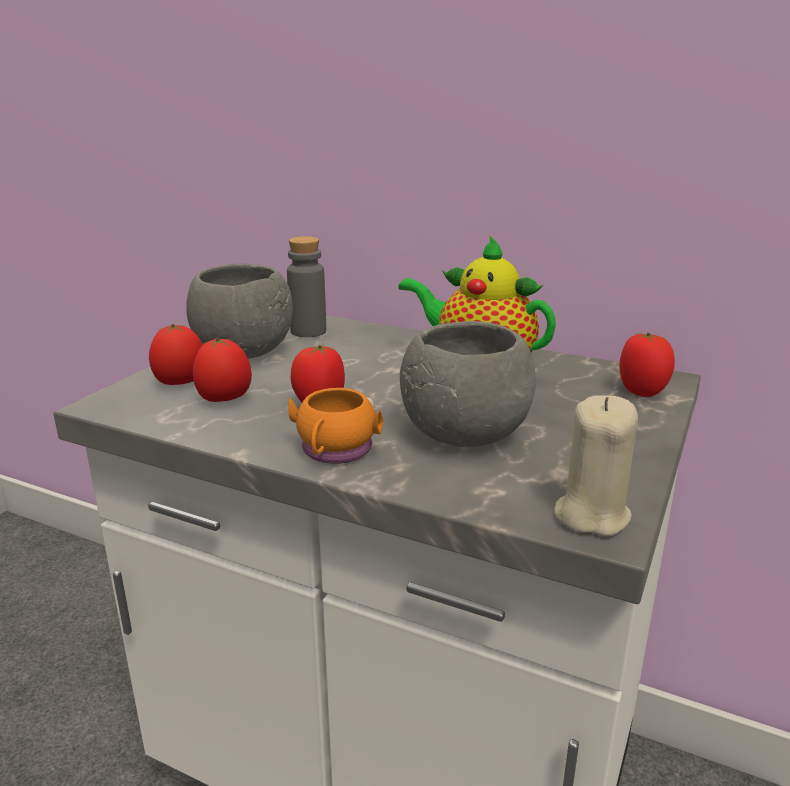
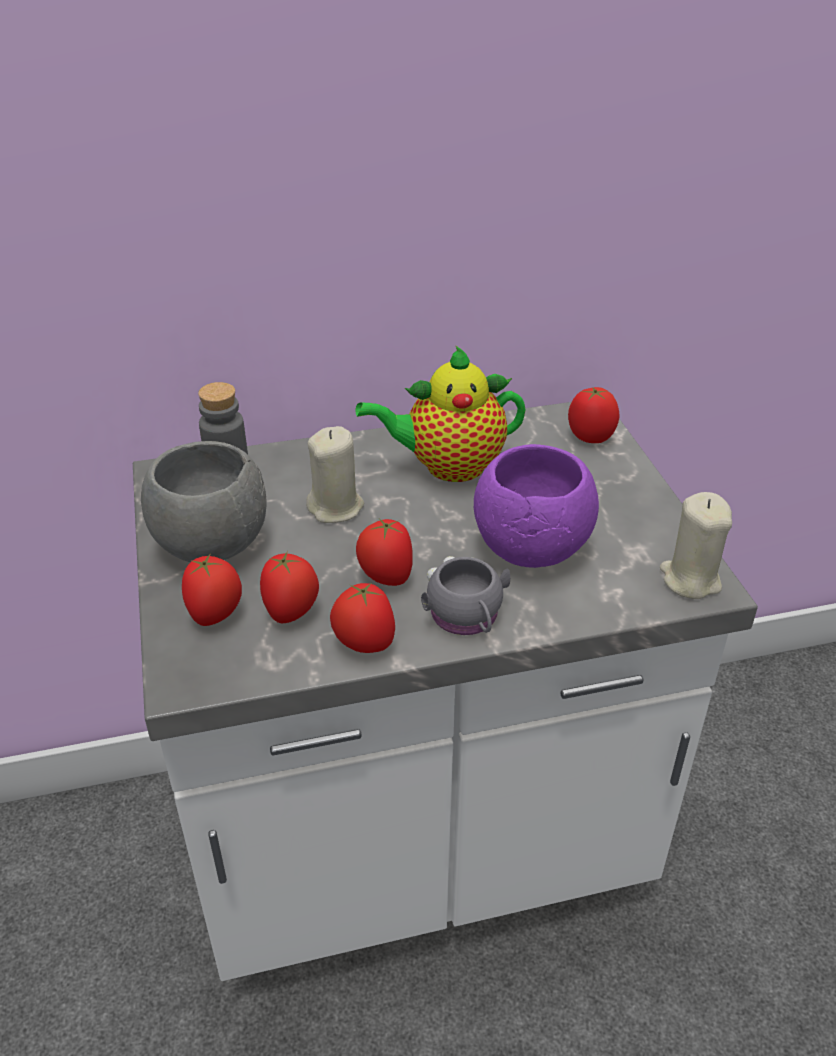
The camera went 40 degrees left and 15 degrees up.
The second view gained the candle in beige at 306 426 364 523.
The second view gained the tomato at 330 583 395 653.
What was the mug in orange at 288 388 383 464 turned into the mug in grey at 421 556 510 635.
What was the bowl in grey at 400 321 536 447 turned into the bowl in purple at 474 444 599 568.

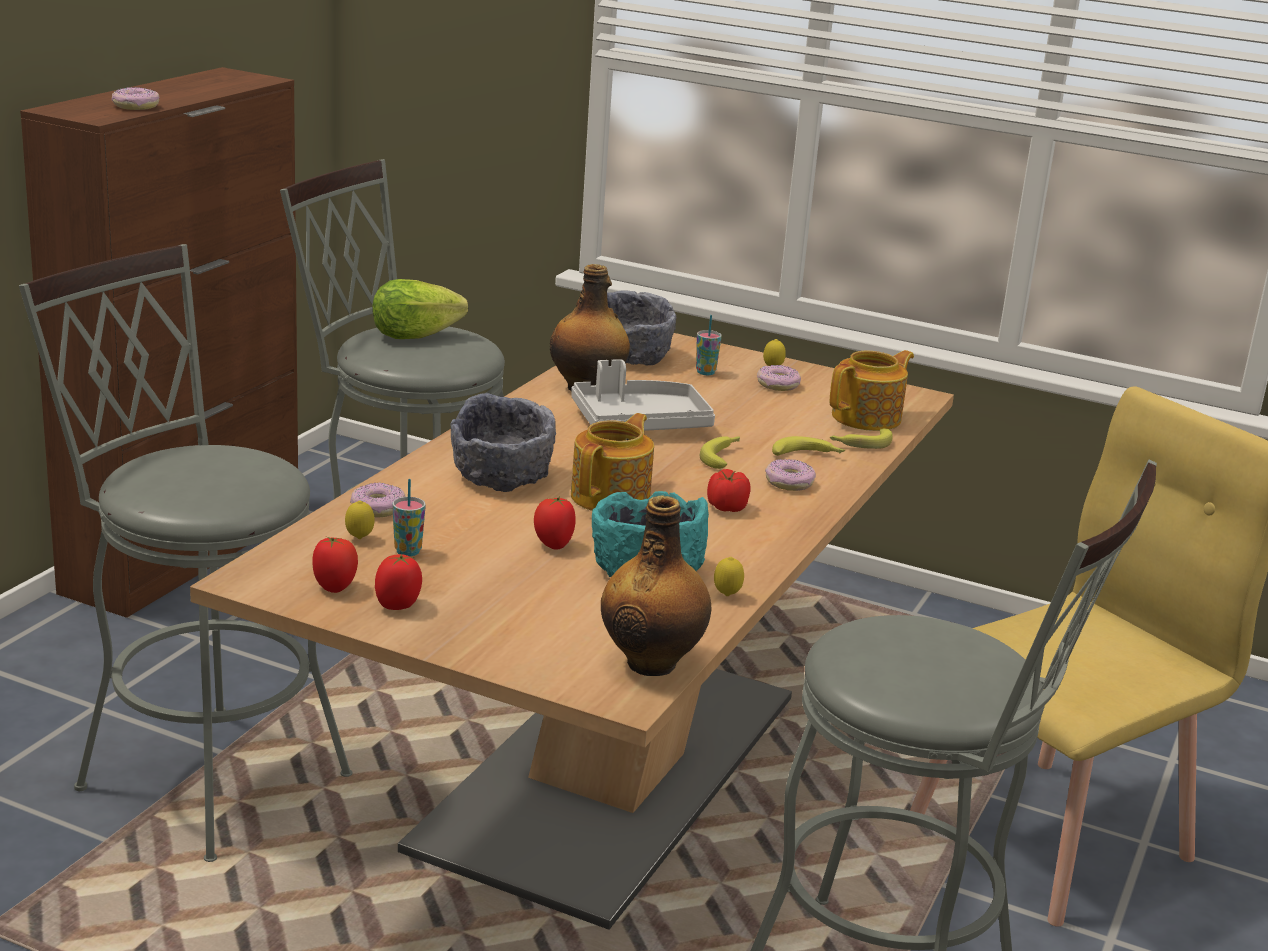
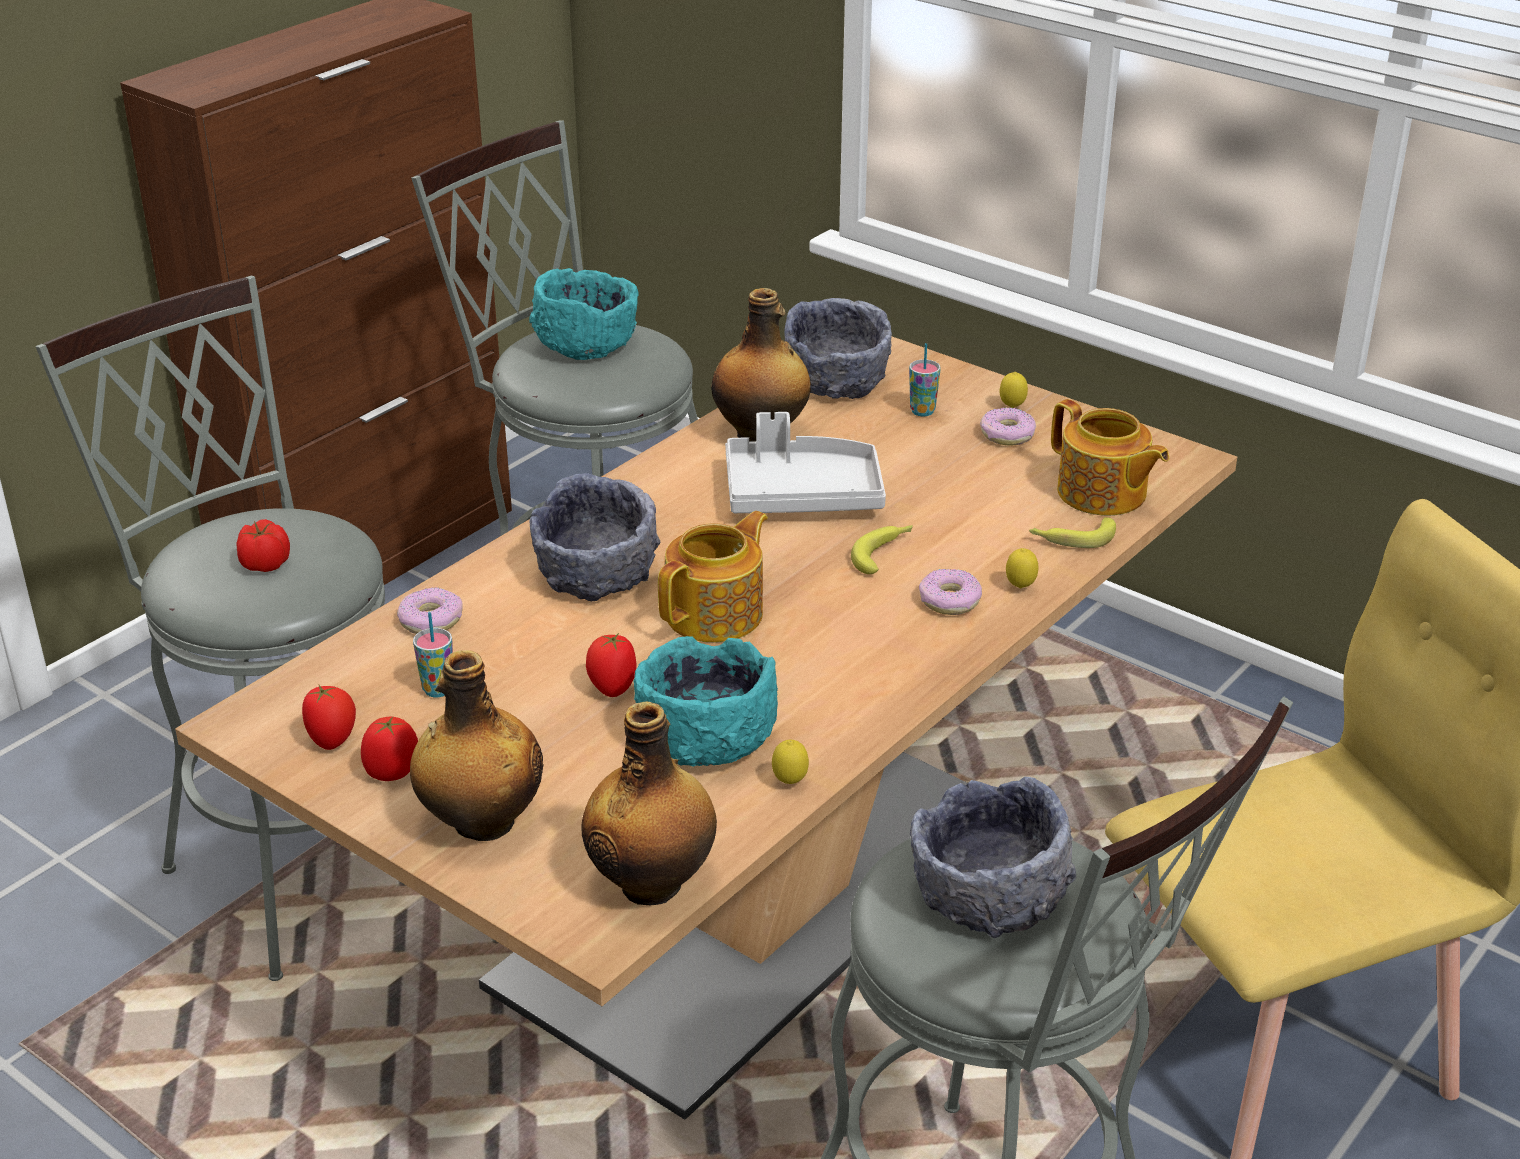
The camera went 15 degrees right and 10 degrees up.
The second view lost the donut at 112 87 159 110.
The second view lost the banana at 772 436 845 456.
The second view gained the bottle at 410 650 544 841.
The second view gained the bowl in grey at 910 777 1076 938.
The lemon ended up elsewhere, having gone from 345 500 375 539 to 1006 548 1038 588.
The tomato ended up elsewhere, having gone from 707 469 750 512 to 236 519 290 572.
Where the lettuce stood at 372 279 468 339, the bowl in turquoise came to stand at 529 268 639 360.
The teapot at 830 350 914 431 ended up facing another way, 75 degrees clockwise from before.

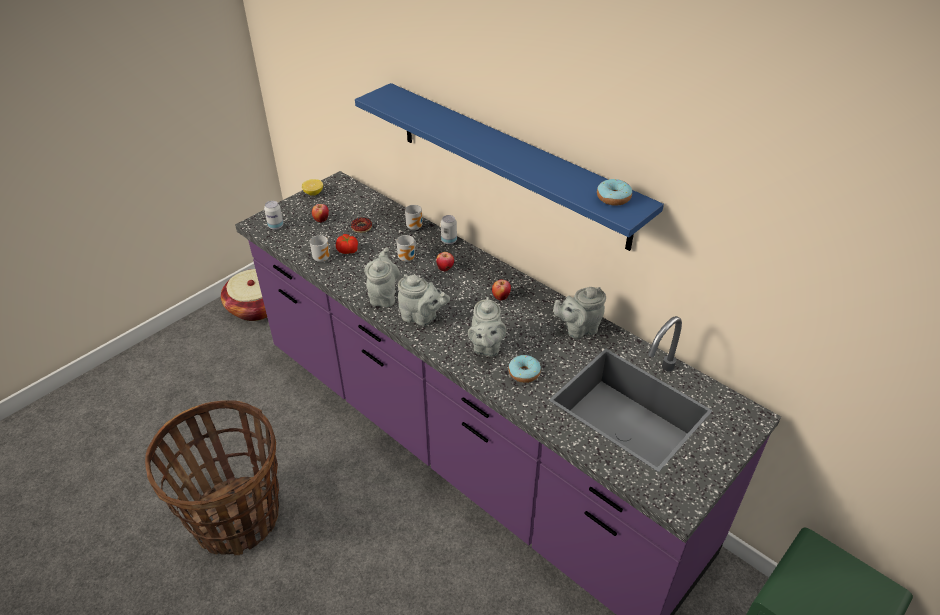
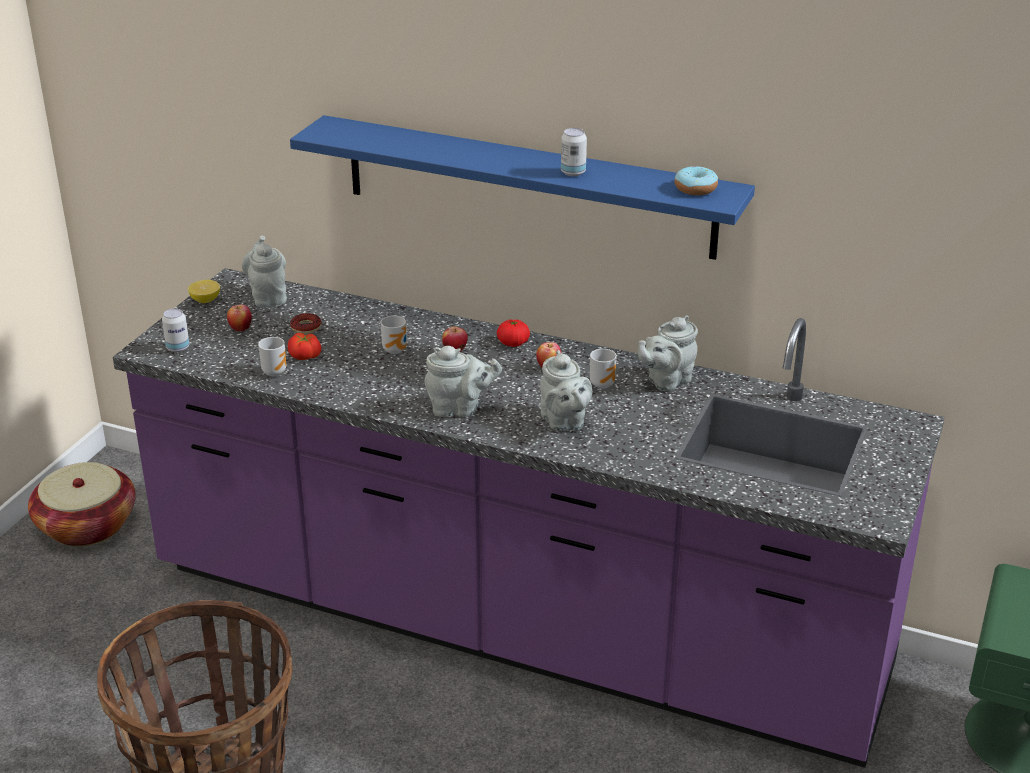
The camera went 20 degrees left and 10 degrees down.
The second view lost the donut at 508 355 541 383.
The second view gained the tomato at 497 319 530 347.
The teapot in grey ended up elsewhere, having gone from 364 248 400 307 to 242 236 287 307.
The mug ended up elsewhere, having gone from 405 205 422 230 to 590 349 617 389.
The can ended up elsewhere, having gone from 441 215 457 244 to 561 128 587 176.

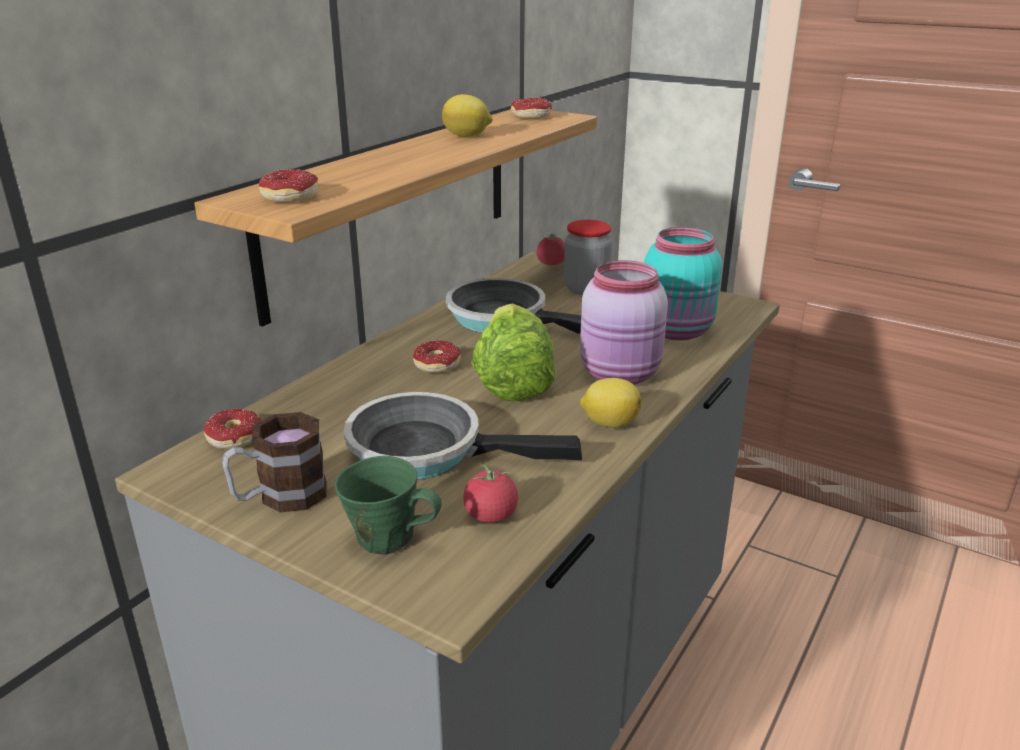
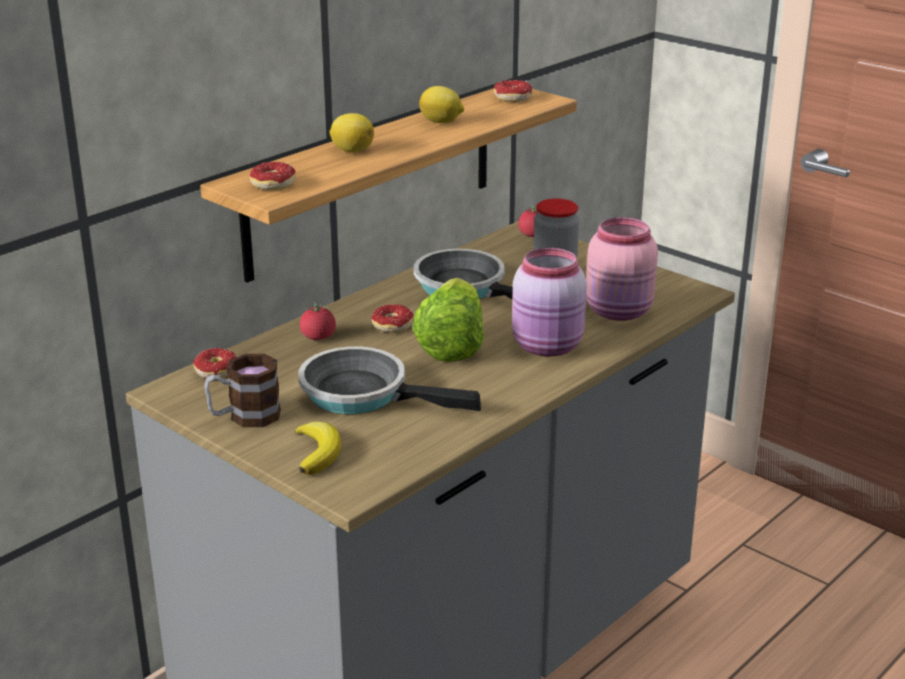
The camera went 10 degrees right and 0 degrees up.
The tomato ended up elsewhere, having gone from 463 465 518 523 to 300 302 336 340.
The lemon ended up elsewhere, having gone from 580 378 642 428 to 330 113 374 152.
Where the mug in green stood at 335 456 442 555, the banana came to stand at 295 422 341 475.
What was the jar in turquoise at 644 227 722 340 turned into the jar in pink at 586 217 658 321.

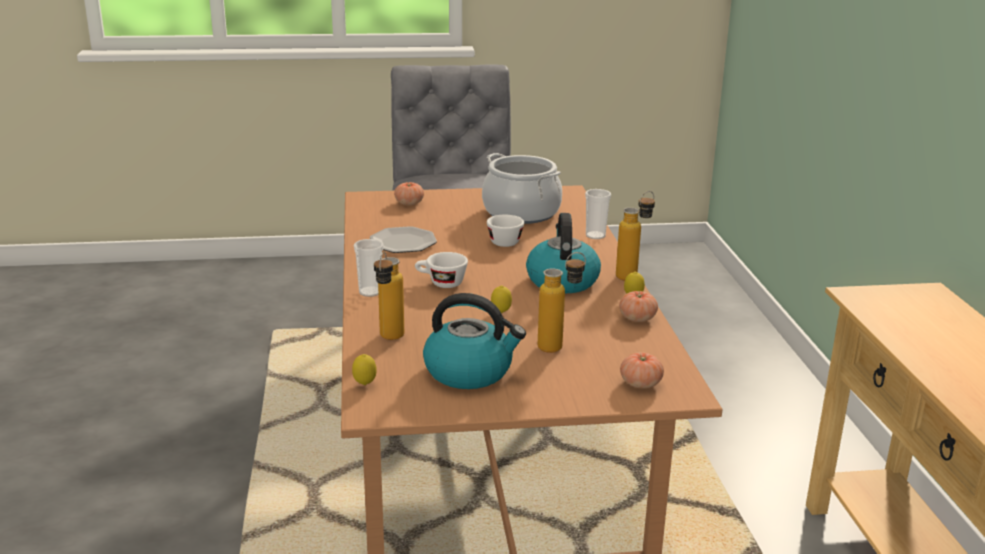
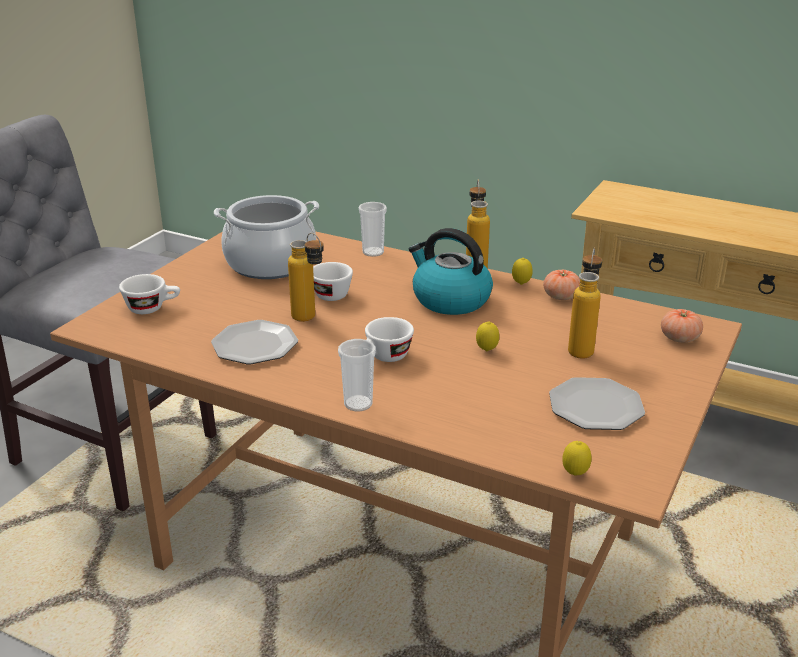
The camera went 55 degrees left and 5 degrees up.
The bottle ended up elsewhere, having gone from 374 252 404 340 to 288 233 324 322.
Where the tomato stood at 394 182 424 205, the cup in white came to stand at 119 274 180 314.
Where the kettle stood at 423 293 526 389, the plate came to stand at 549 377 645 430.

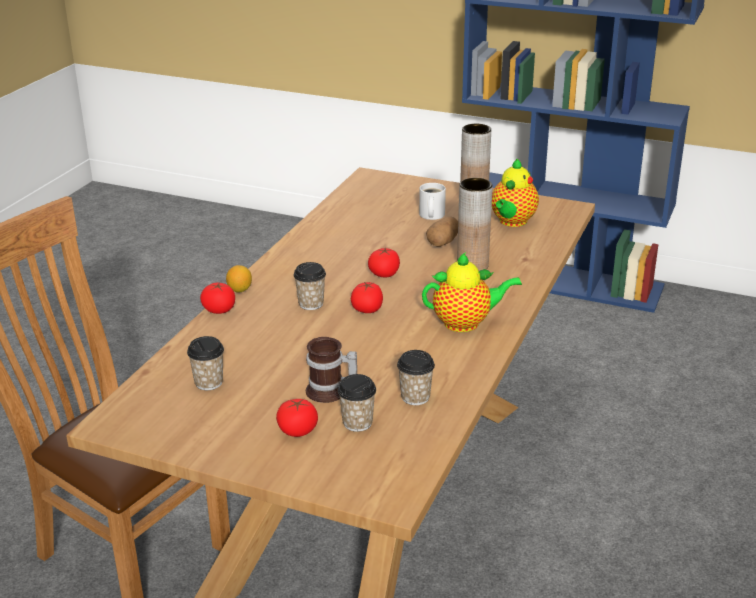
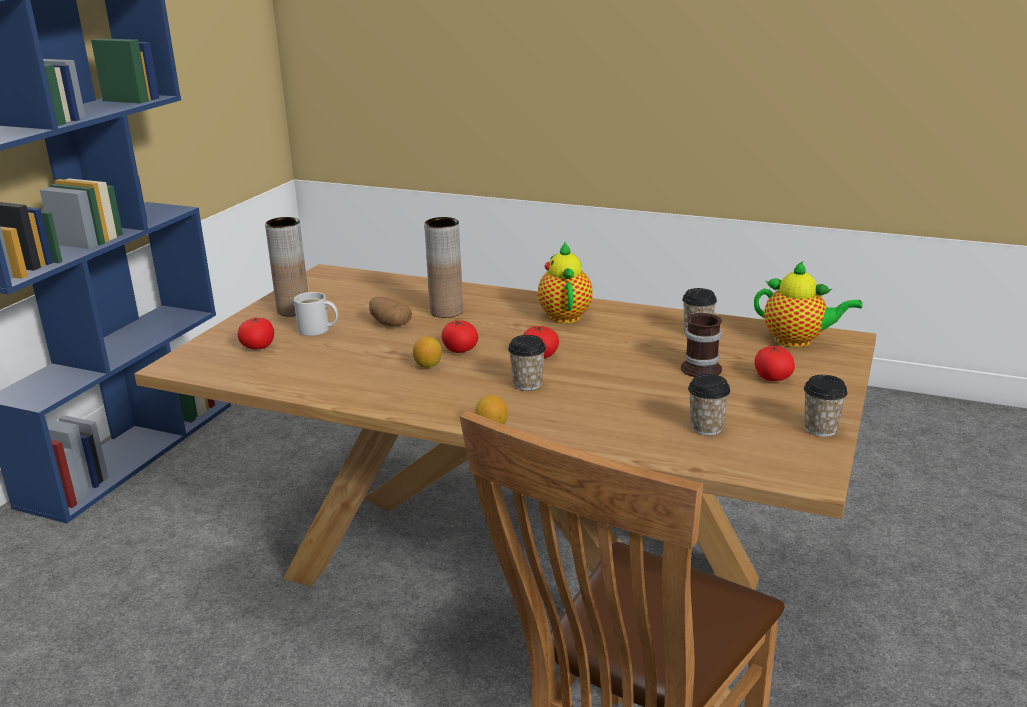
The camera went 90 degrees left and 5 degrees down.
The second view gained the lemon at 413 337 442 368.
The tomato ended up elsewhere, having gone from 200 282 235 314 to 238 317 274 349.
The cup ended up elsewhere, having gone from 338 374 376 432 to 804 375 848 437.
The teapot ended up elsewhere, having gone from 492 158 539 227 to 754 261 863 347.

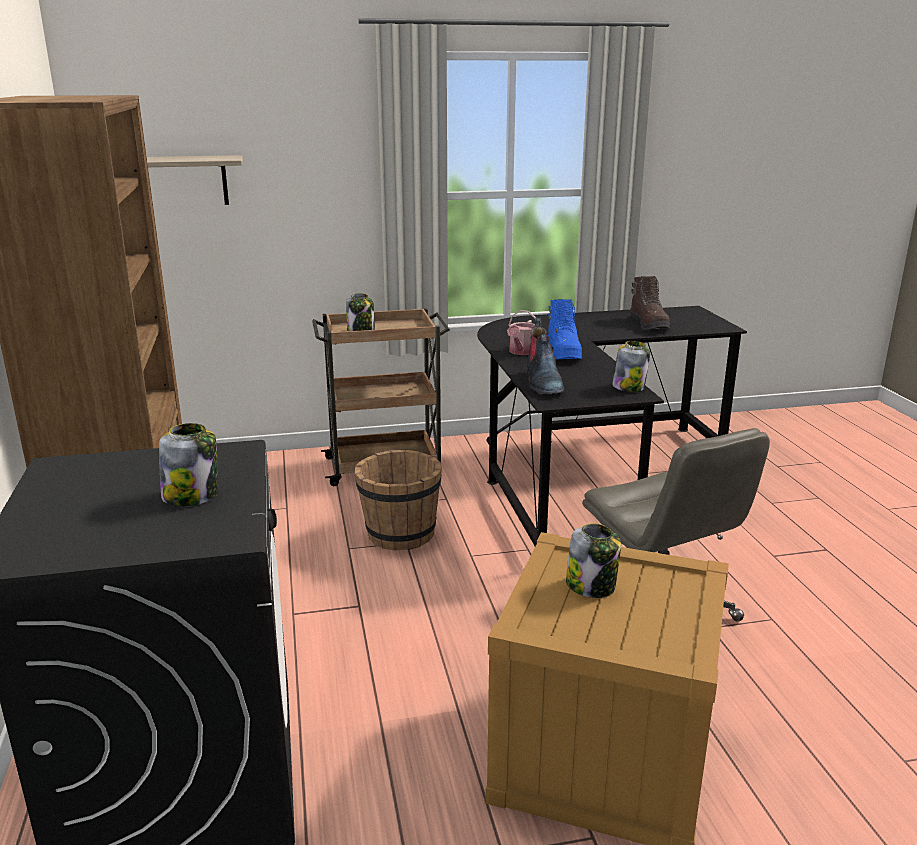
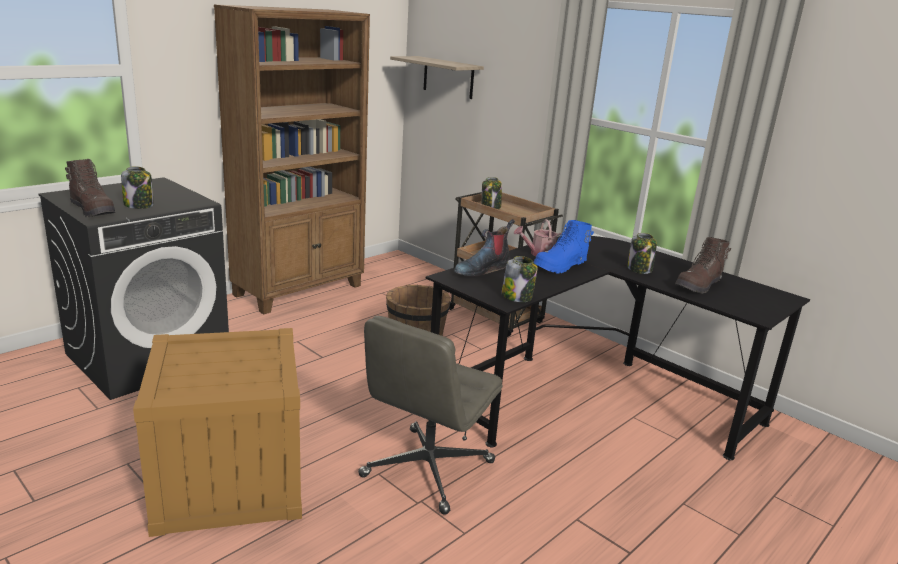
The camera went 55 degrees right and 0 degrees up.
The second view gained the boot in brown at 65 159 116 217.
The jar ended up elsewhere, having gone from 566 523 621 598 to 627 233 657 274.

